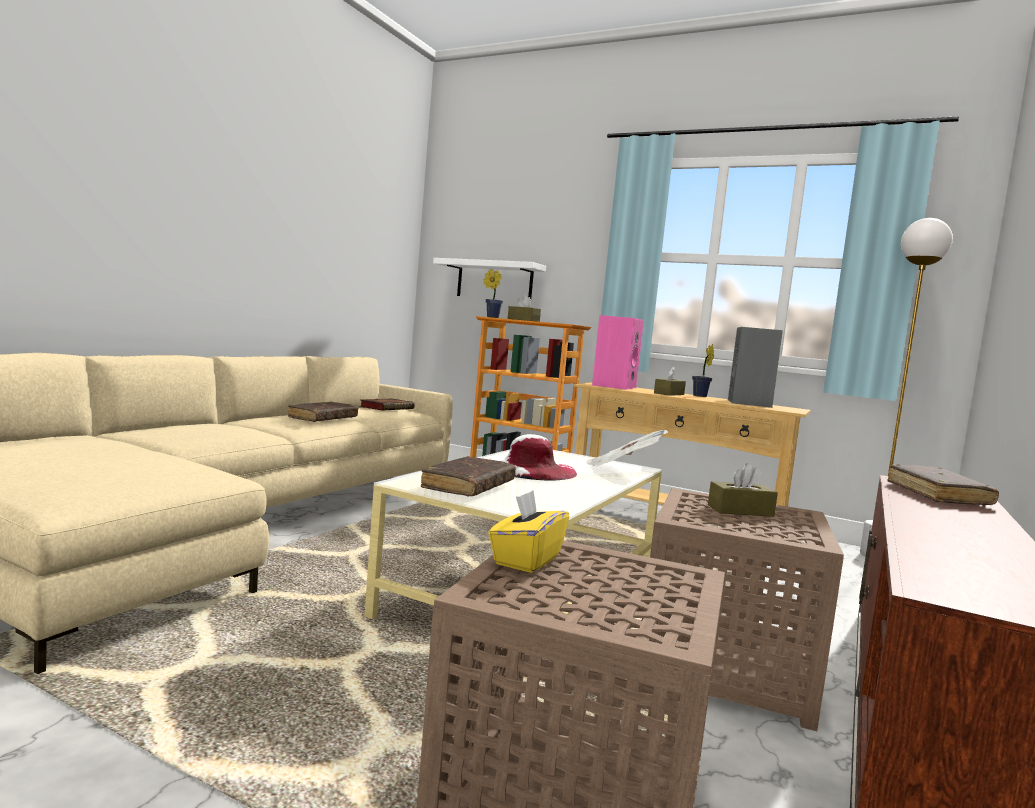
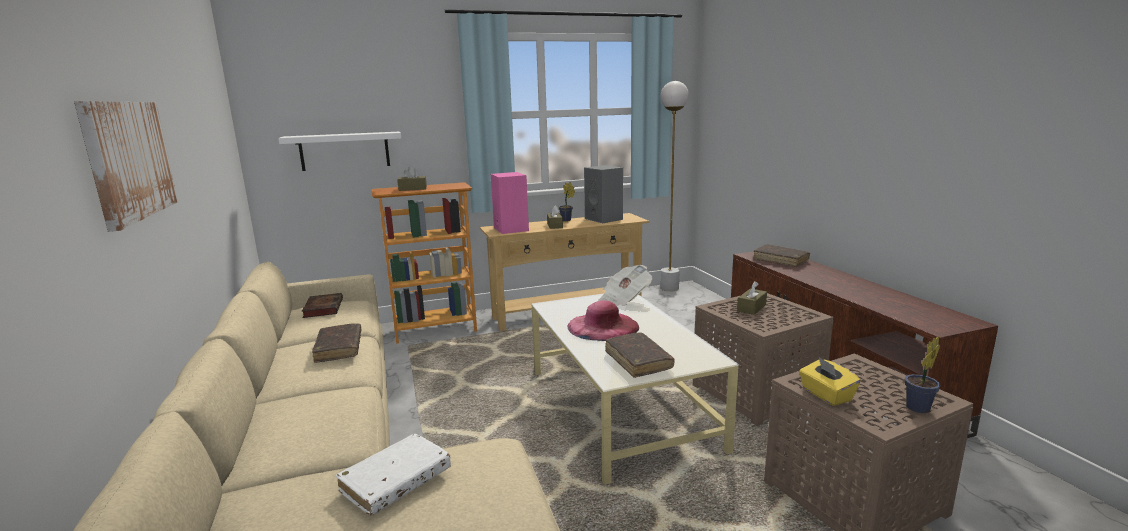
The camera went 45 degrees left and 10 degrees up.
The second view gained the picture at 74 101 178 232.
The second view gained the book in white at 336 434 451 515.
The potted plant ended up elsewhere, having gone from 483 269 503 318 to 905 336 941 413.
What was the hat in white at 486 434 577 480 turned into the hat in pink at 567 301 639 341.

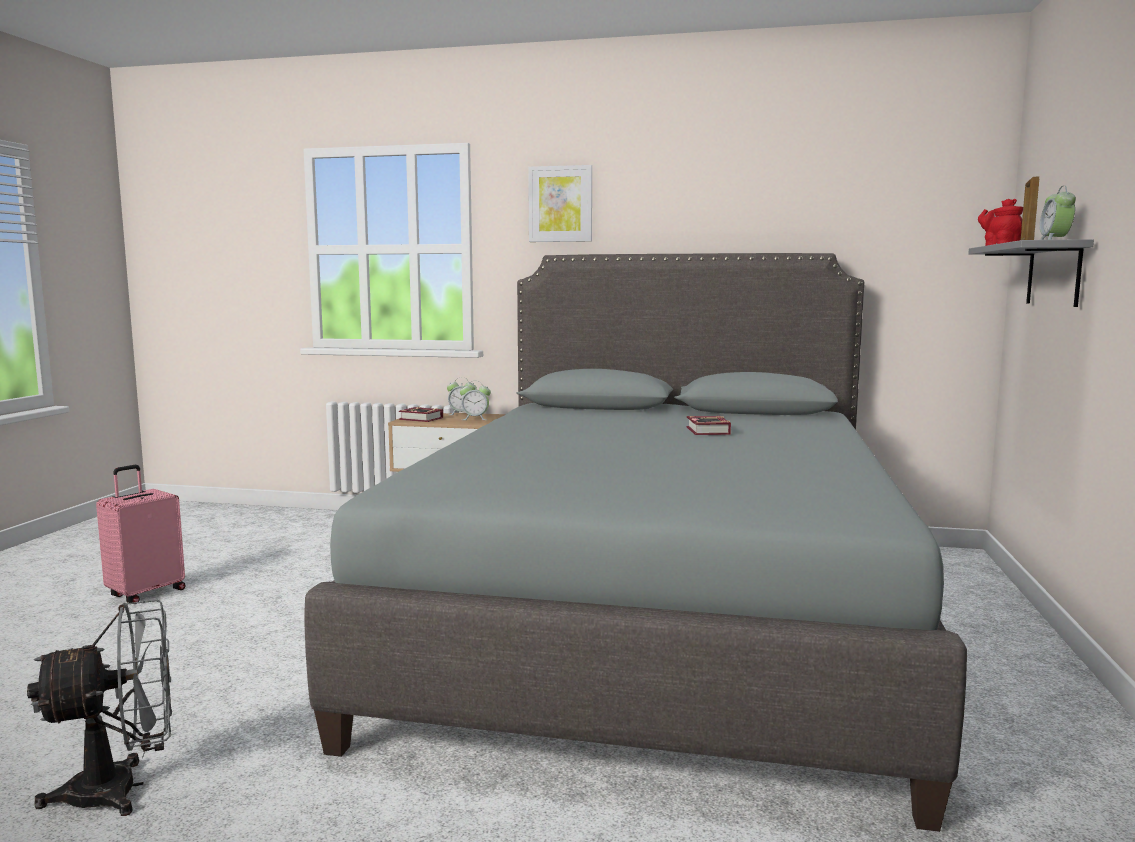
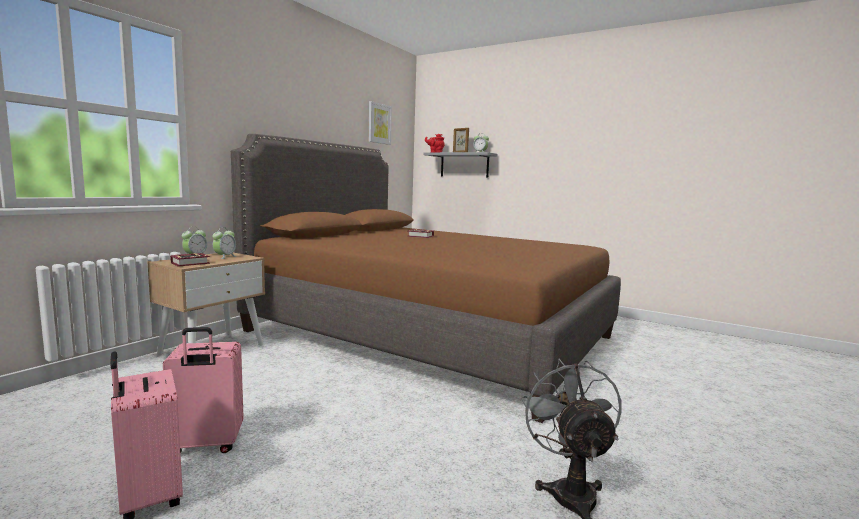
The camera went 70 degrees left and 0 degrees up.
The second view gained the suitcase in pink at 163 327 244 453.
The picture ended up elsewhere, having gone from 528 165 592 242 to 369 101 392 145.
What was the bed in grey at 304 253 967 832 turned into the bed in brown at 231 134 621 423.

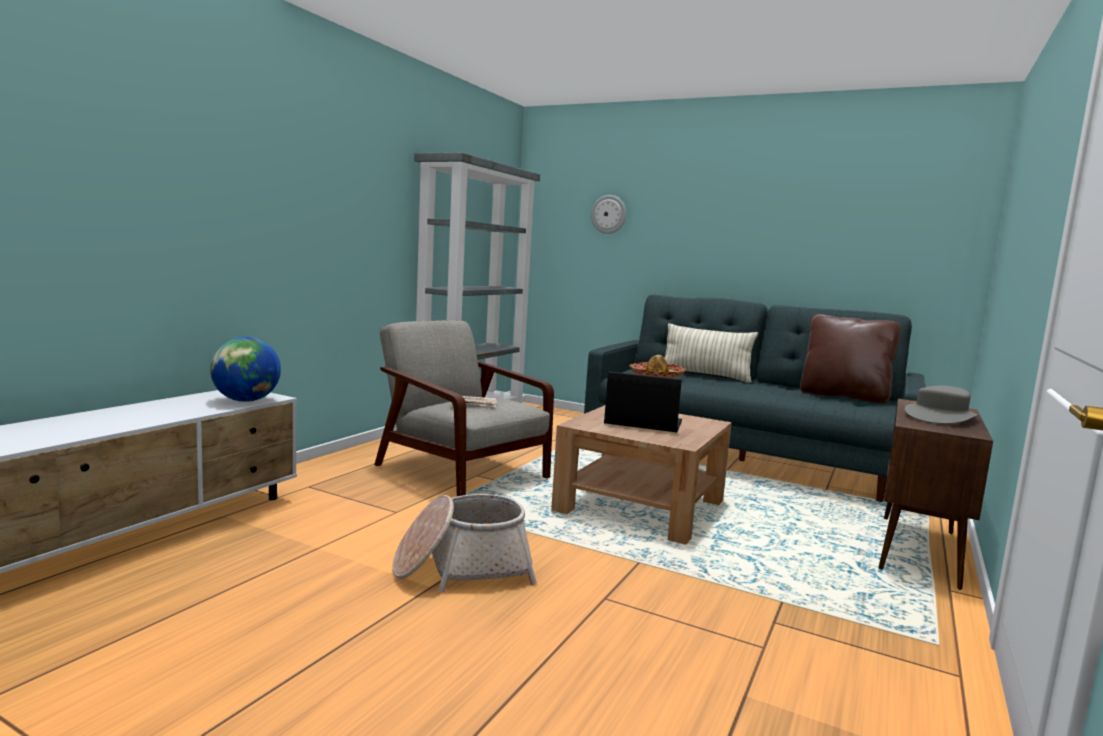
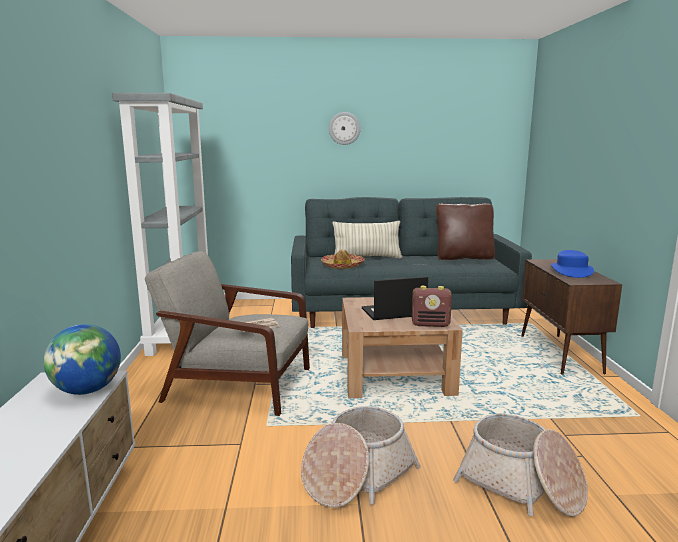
The camera went 30 degrees left and 5 degrees up.
The second view gained the radio at 412 286 452 327.
The second view gained the basket at 453 414 588 516.
The wall clock ended up elsewhere, having gone from 591 195 626 234 to 329 112 360 145.
What was the hat in grey at 905 386 979 424 turned into the hat in blue at 551 250 594 278.

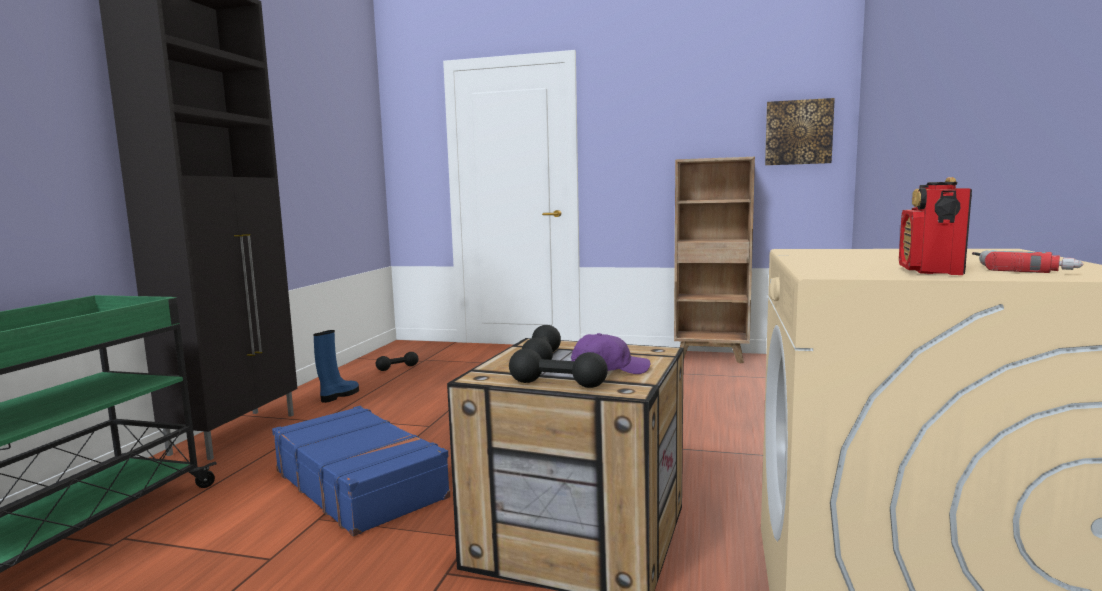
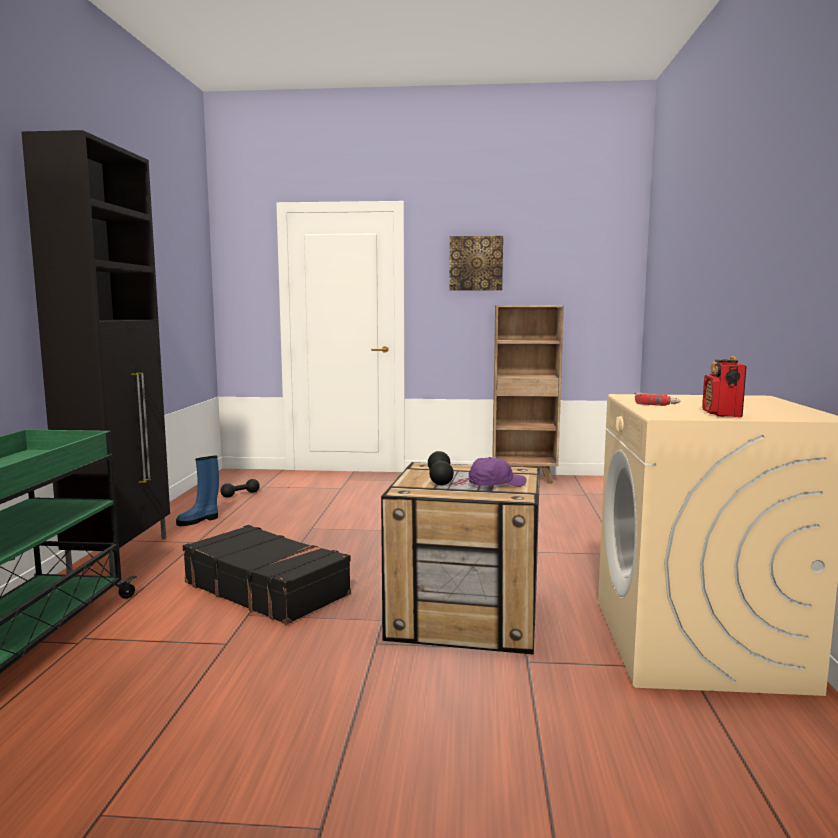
The camera went 10 degrees left and 0 degrees up.
The second view lost the dumbbell in black at 509 348 608 388.
The picture ended up elsewhere, having gone from 765 98 835 165 to 449 236 503 290.
The power drill ended up elsewhere, having gone from 972 250 1083 273 to 634 393 680 406.
What was the suitcase in blue at 272 406 450 536 turned into the suitcase in black at 183 525 351 625.
The boot in blue at 313 330 359 403 ended up facing another way, 150 degrees counterclockwise from before.

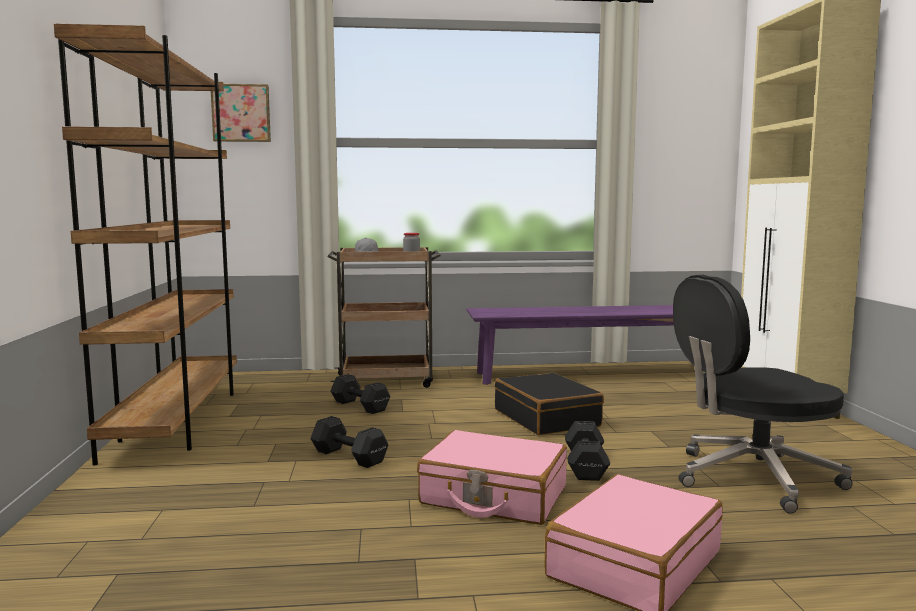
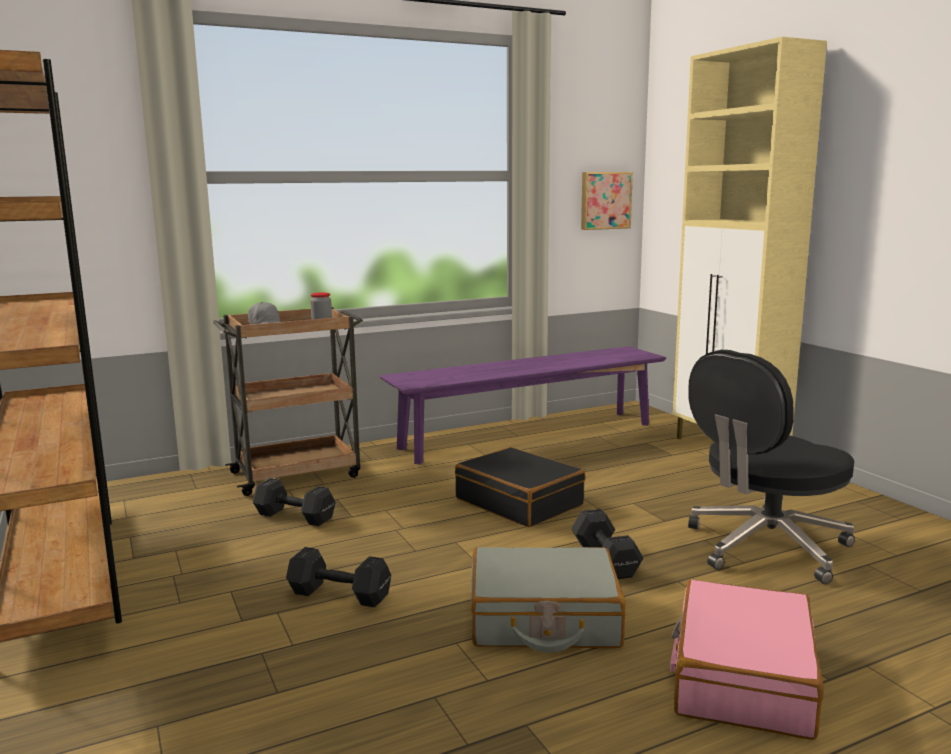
The camera went 20 degrees left and 5 degrees up.
The picture ended up elsewhere, having gone from 211 84 271 142 to 581 172 633 230.
What was the suitcase in pink at 417 430 567 525 turned into the suitcase in grey at 471 547 626 653.

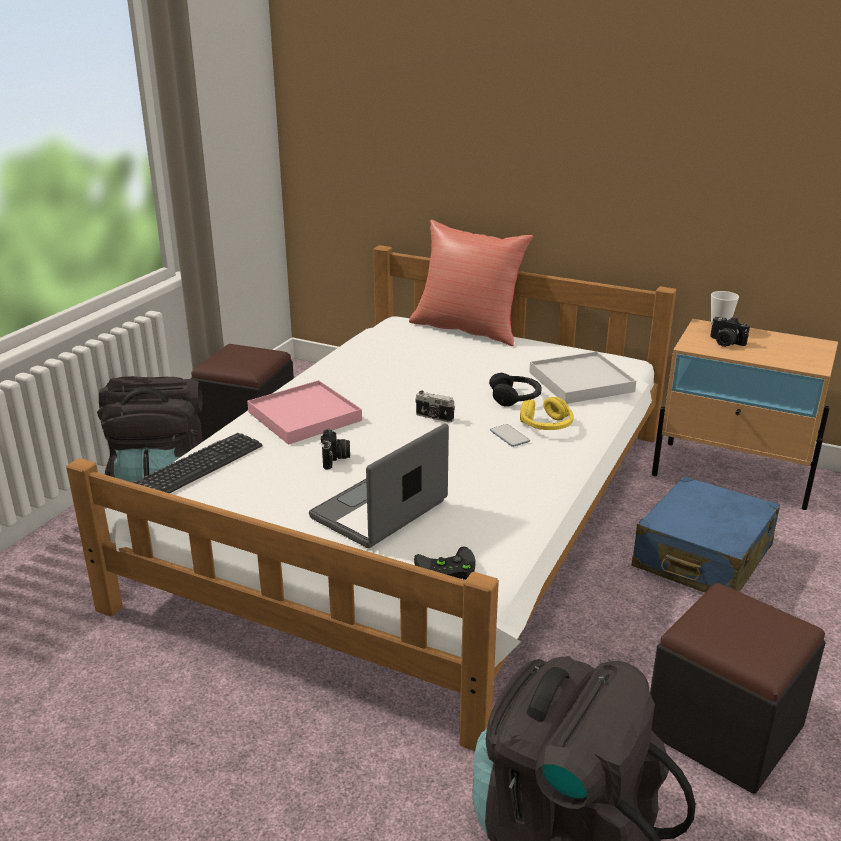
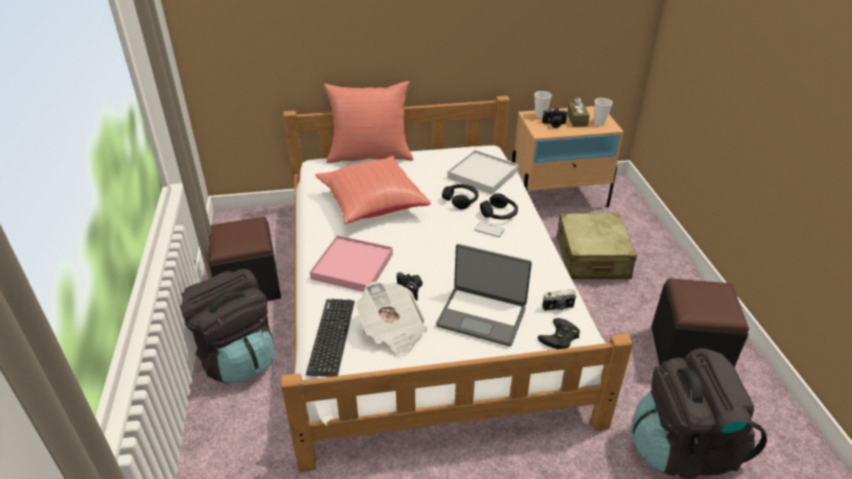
The camera went 35 degrees left and 10 degrees up.
The second view gained the pillow in red at 315 156 431 224.
The second view gained the newspaper at 356 281 428 356.
The second view gained the tissue box in brown at 567 98 590 127.
The second view gained the cup at 594 98 613 125.
The photo camera ended up elsewhere, having gone from 415 391 455 423 to 542 289 576 311.
What was the headphones in yellow at 520 397 574 430 turned into the headphones in black at 480 193 518 220.
What was the suitcase in blue at 632 476 780 593 turned into the suitcase in beige at 557 213 637 279.
The laptop at 309 424 449 548 ended up facing another way, 75 degrees counterclockwise from before.

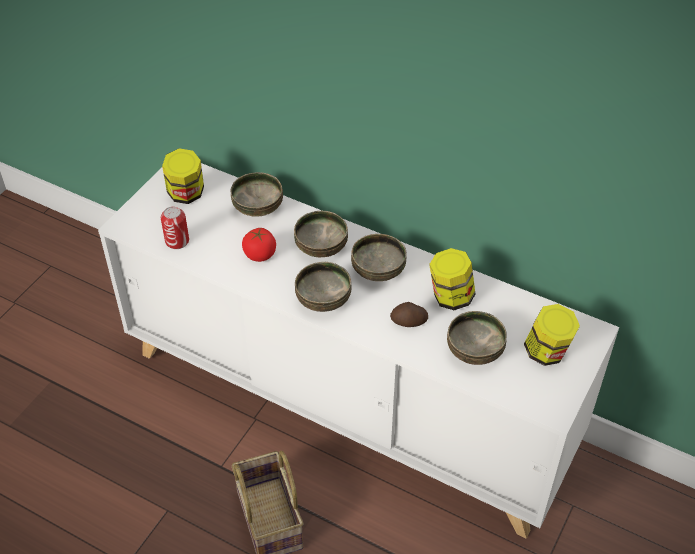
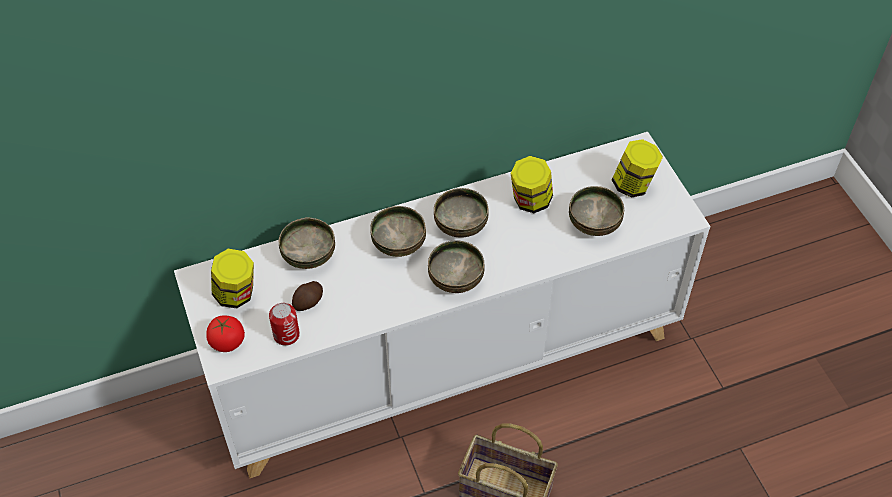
The camera went 50 degrees left and 5 degrees up.
The tomato ended up elsewhere, having gone from 242 228 276 262 to 206 315 245 352.
The potato ended up elsewhere, having gone from 390 302 428 327 to 292 281 323 311.

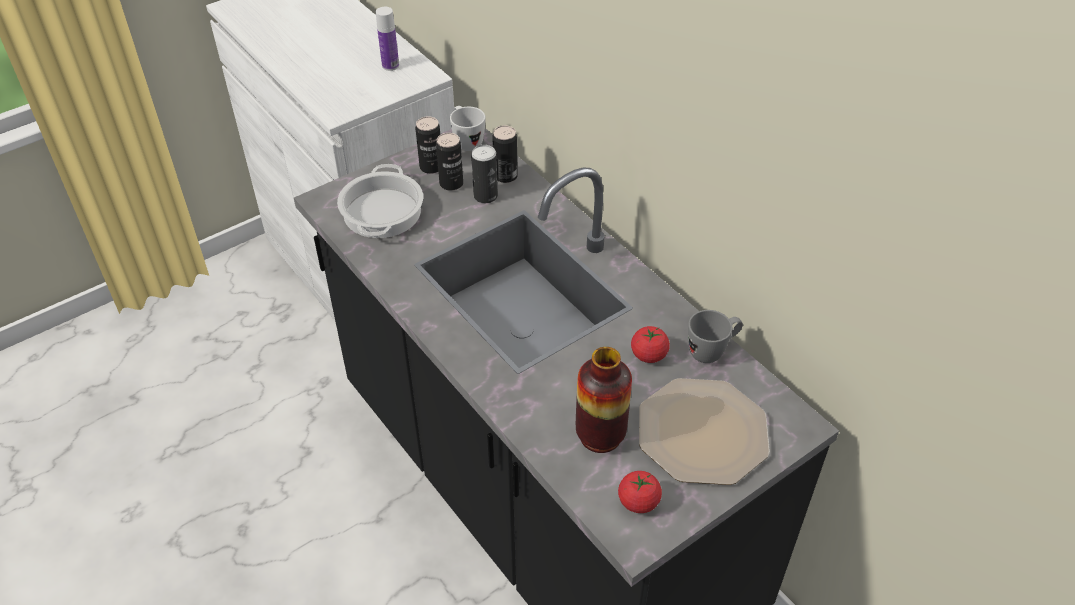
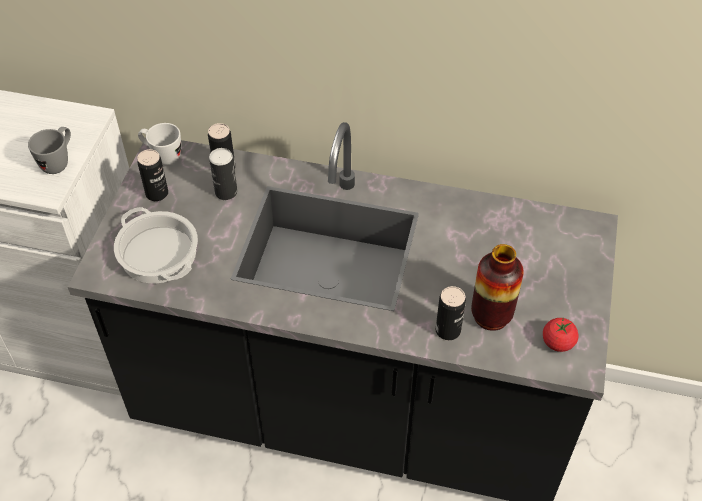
The camera went 40 degrees left and 5 degrees up.
The second view lost the bottle at 376 7 399 71.
The second view lost the tomato at 631 326 670 363.
The second view lost the plate at 639 378 770 485.
The can ended up elsewhere, having gone from 436 133 463 191 to 436 286 466 340.
The mug in grey ended up elsewhere, having gone from 688 310 743 363 to 28 127 71 174.

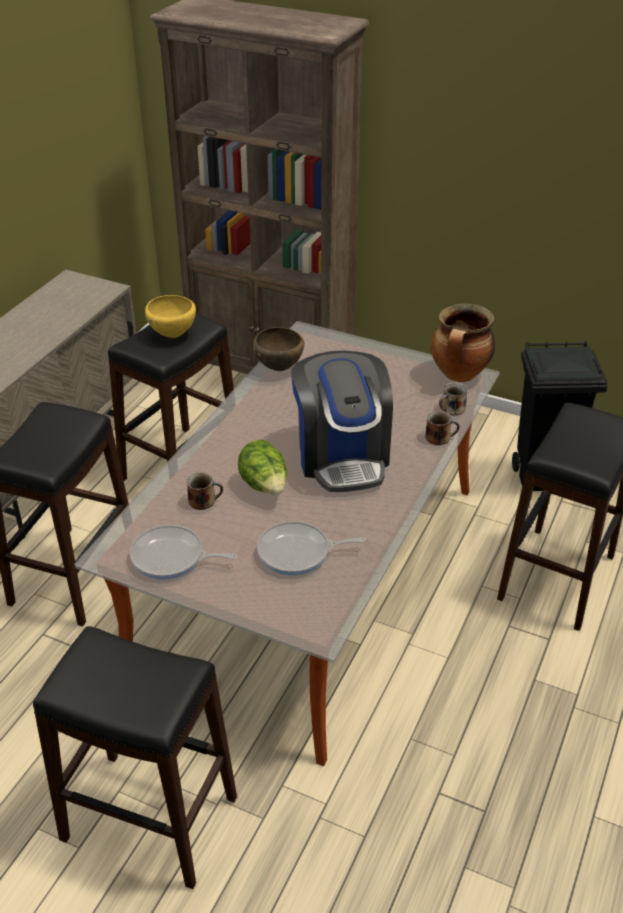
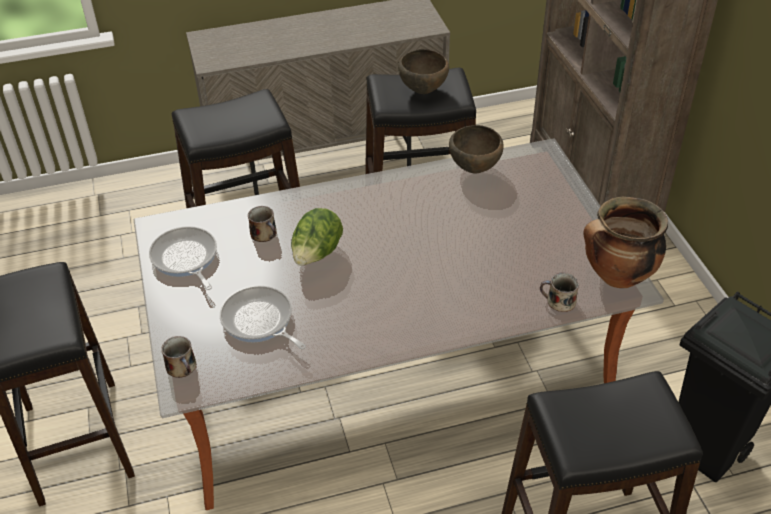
The camera went 50 degrees right and 5 degrees up.
The second view lost the coffee machine at 291 351 393 492.
The mug ended up elsewhere, having gone from 425 411 460 445 to 161 336 196 378.
What was the bowl in yellow at 145 295 196 338 turned into the bowl in brown at 398 49 449 94.

